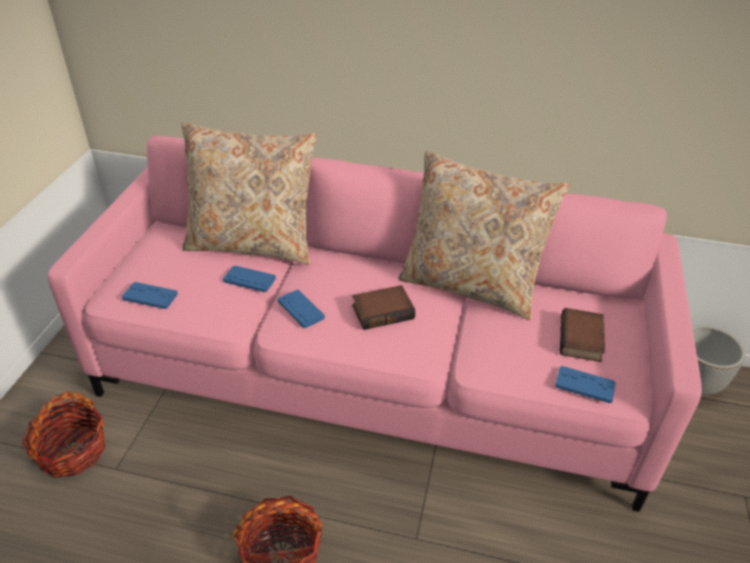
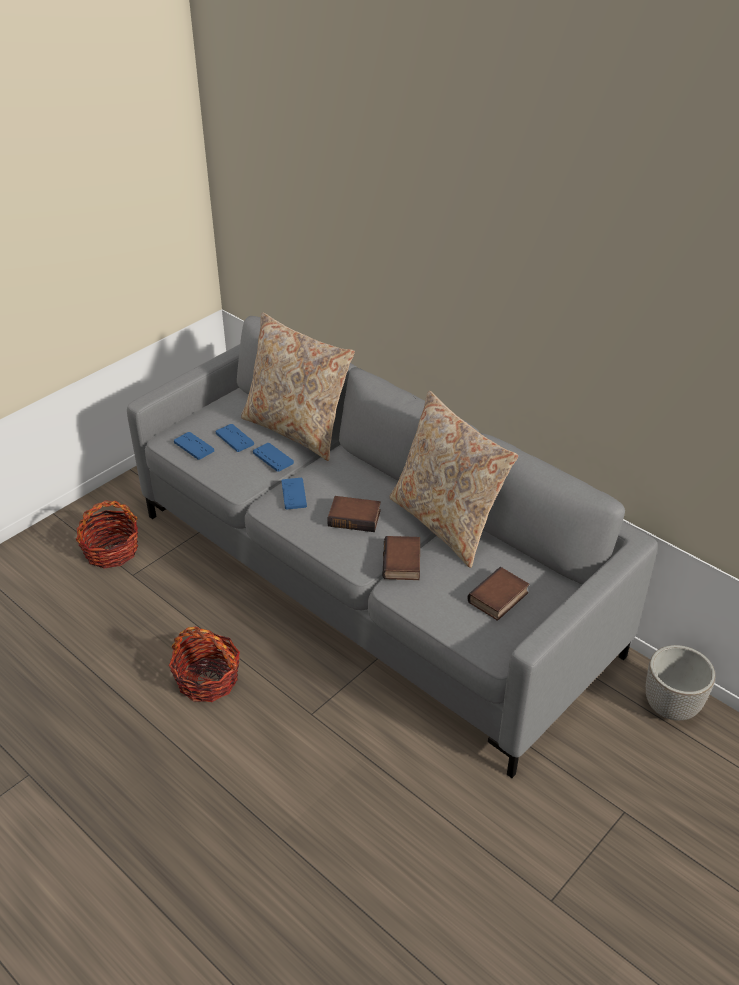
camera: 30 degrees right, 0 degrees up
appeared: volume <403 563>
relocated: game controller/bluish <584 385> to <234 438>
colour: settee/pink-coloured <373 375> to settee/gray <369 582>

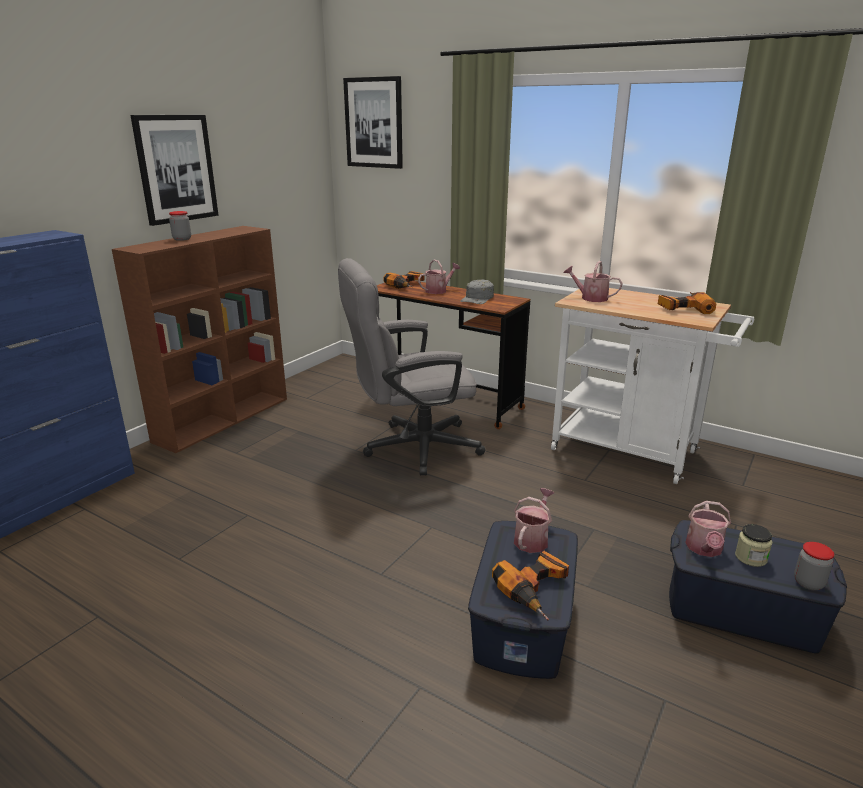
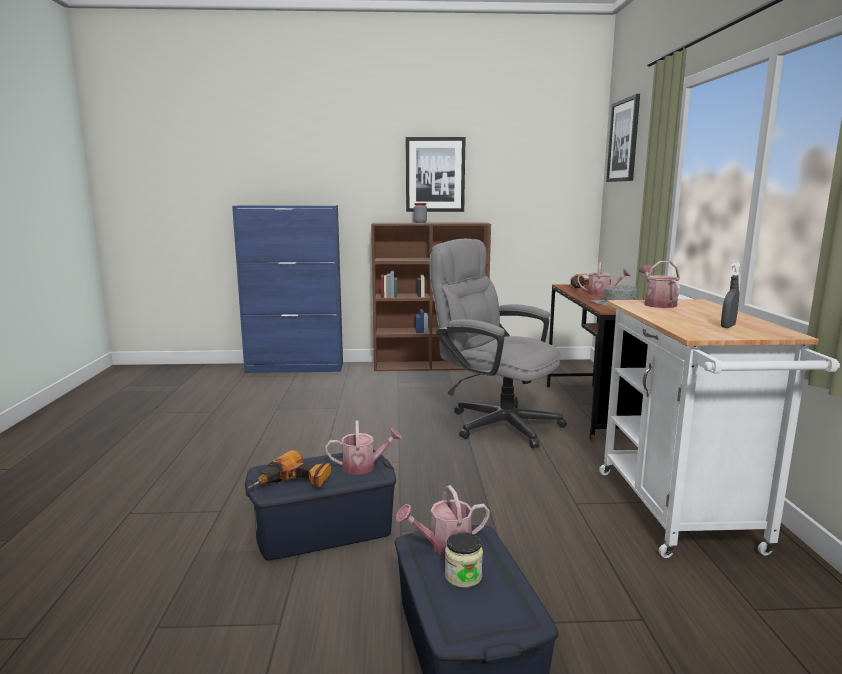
camera: 55 degrees right, 10 degrees down
missing: jar <808 583>
exchanged: power drill <683 308> to hand sprayer/gray <727 326>

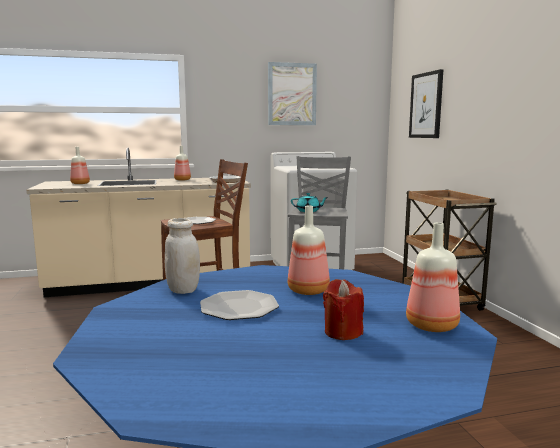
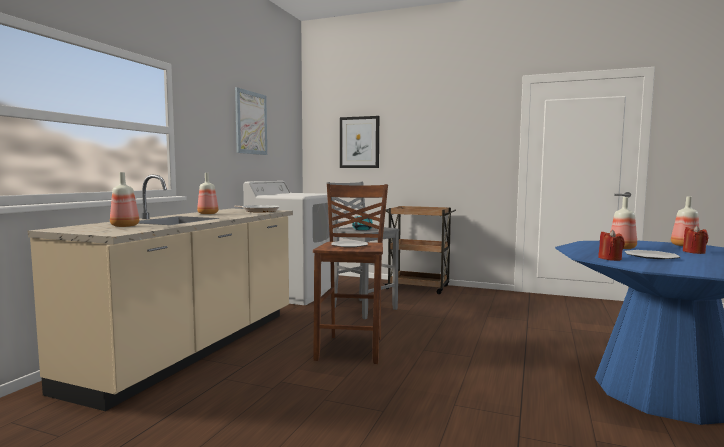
camera: 55 degrees left, 5 degrees down
exchanged: jar/white <183 290> to wax light/reddish <610 258>

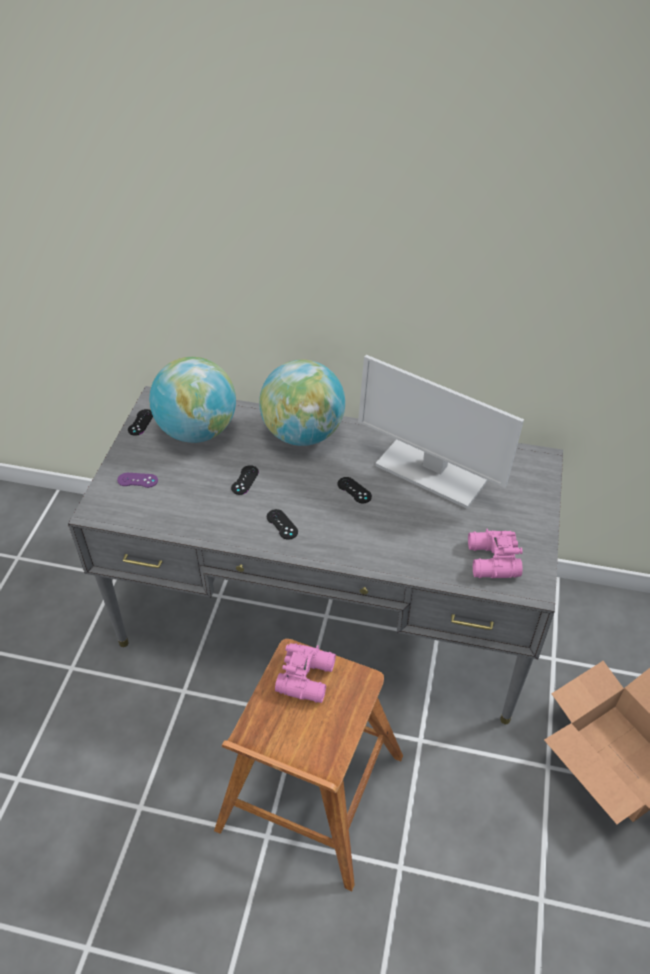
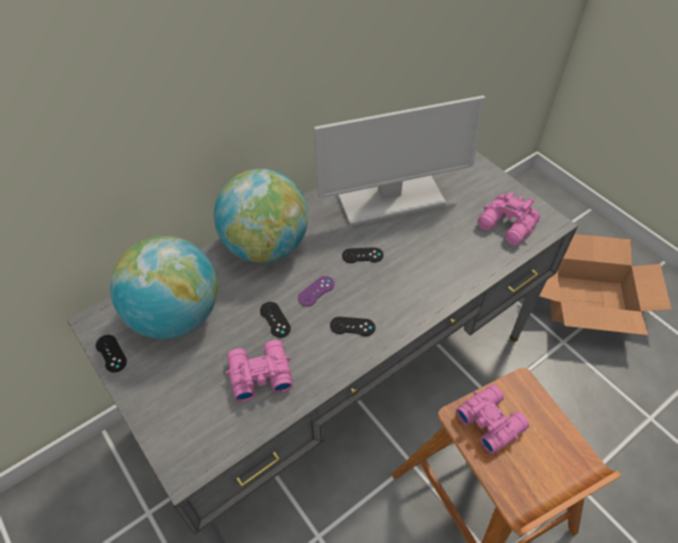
camera: 50 degrees left, 5 degrees up
appeared: field glasses/pink-coloured <258 374>
relocated: game controller/purple <137 480> to <316 291>

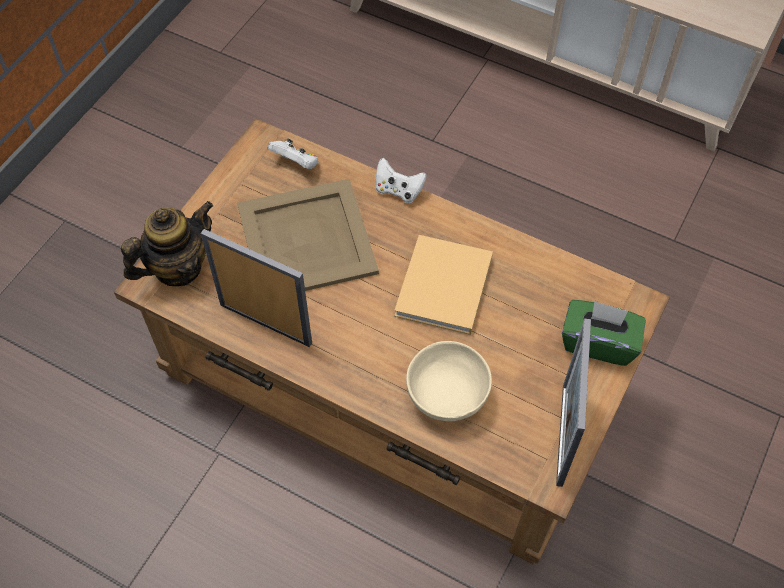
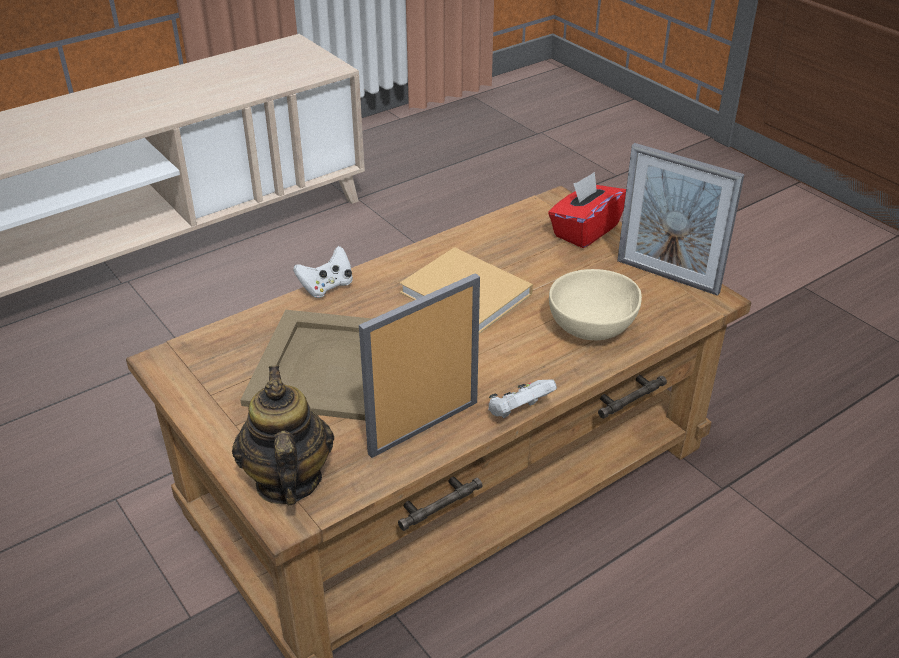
camera: 65 degrees left, 20 degrees down
relocated: game controller/white <296 163> to <518 412>
colour: tissue holder/greenish <598 342> to tissue holder/reddish <585 230>

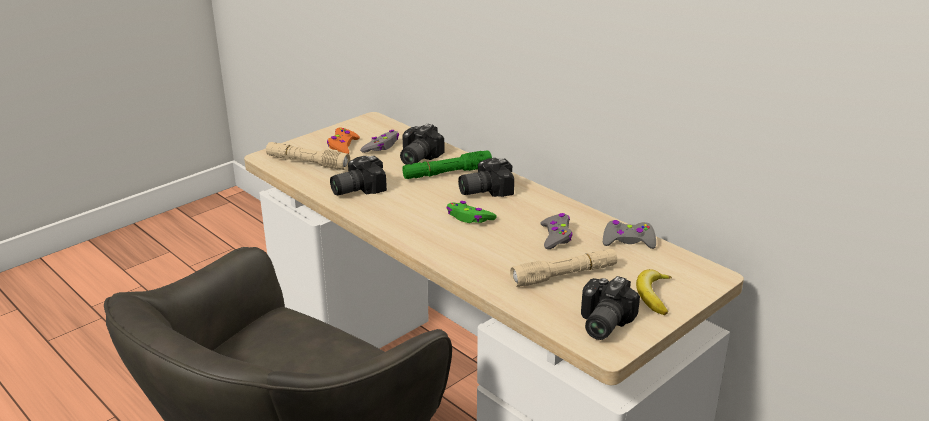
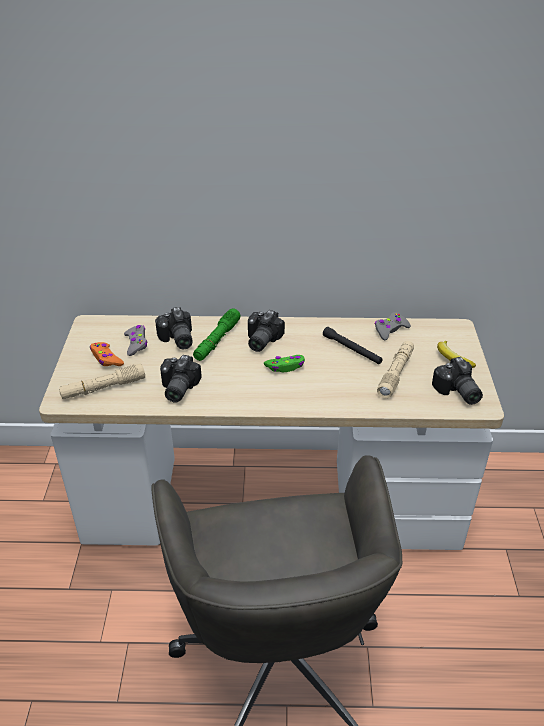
camera: 45 degrees left, 10 degrees up
exchanged: game controller/gray <556 236> to hand torch/blackish <352 350>

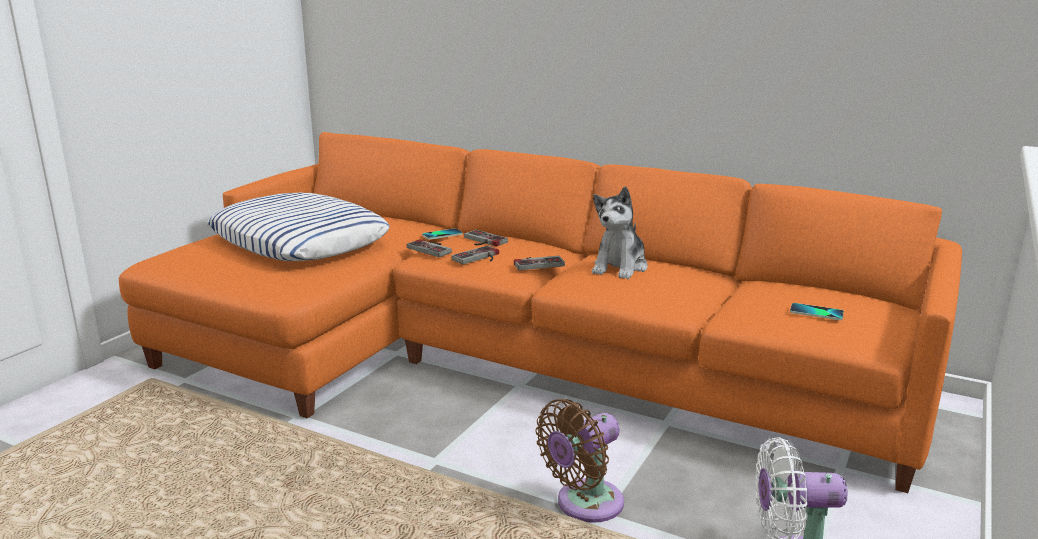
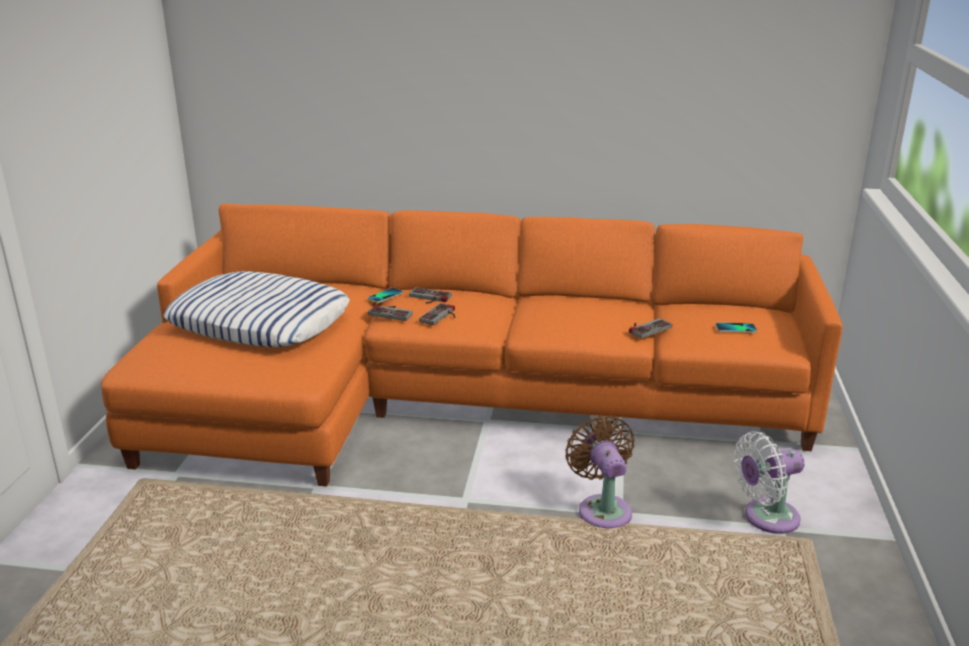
camera: 20 degrees left, 5 degrees up
missing: plush toy <620 267>
relocated: game controller <537 263> to <646 328>
spun: fan/brown-coloured <584 504> = <602 509> 135 degrees clockwise

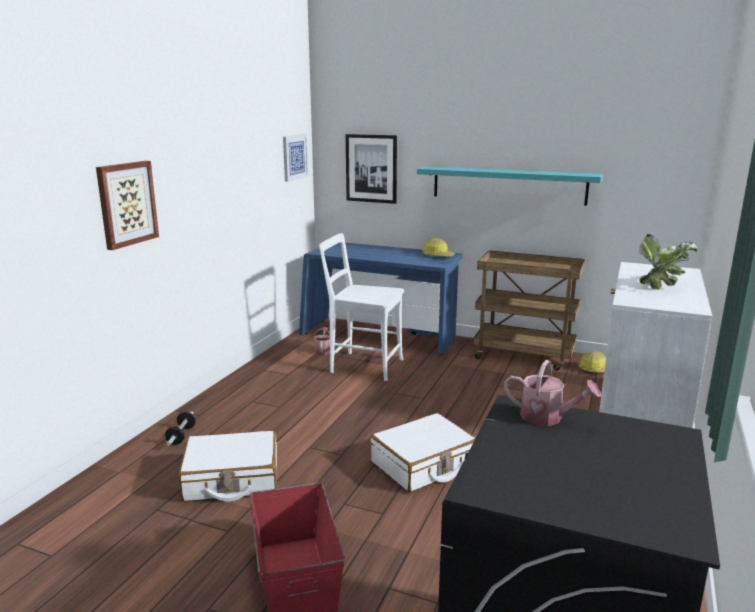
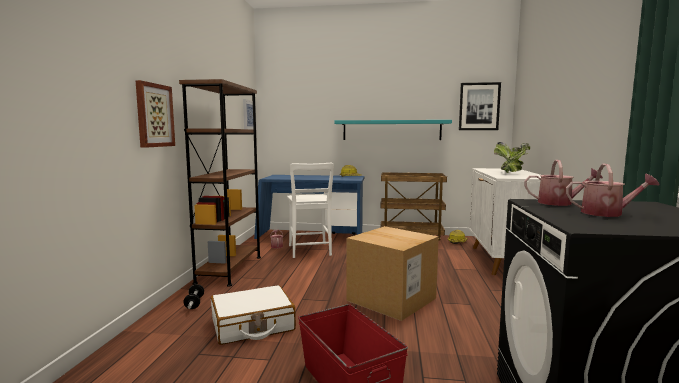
camera: 15 degrees left, 10 degrees down
appeared: shelving unit/brown-coloured <230 269>; watering pot <607 213>
relocated: wall art <371 168> to <479 106>
exchanged: suitcase/white <424 464> to cardboard box <391 299>
spun: plain chair/white <362 365> = <310 251> 105 degrees counterclockwise

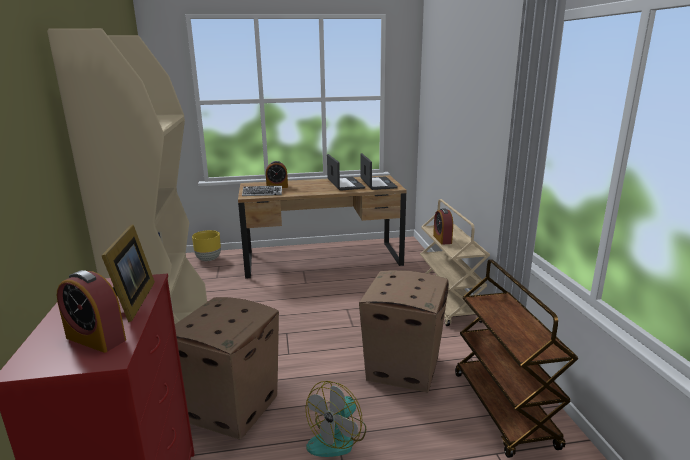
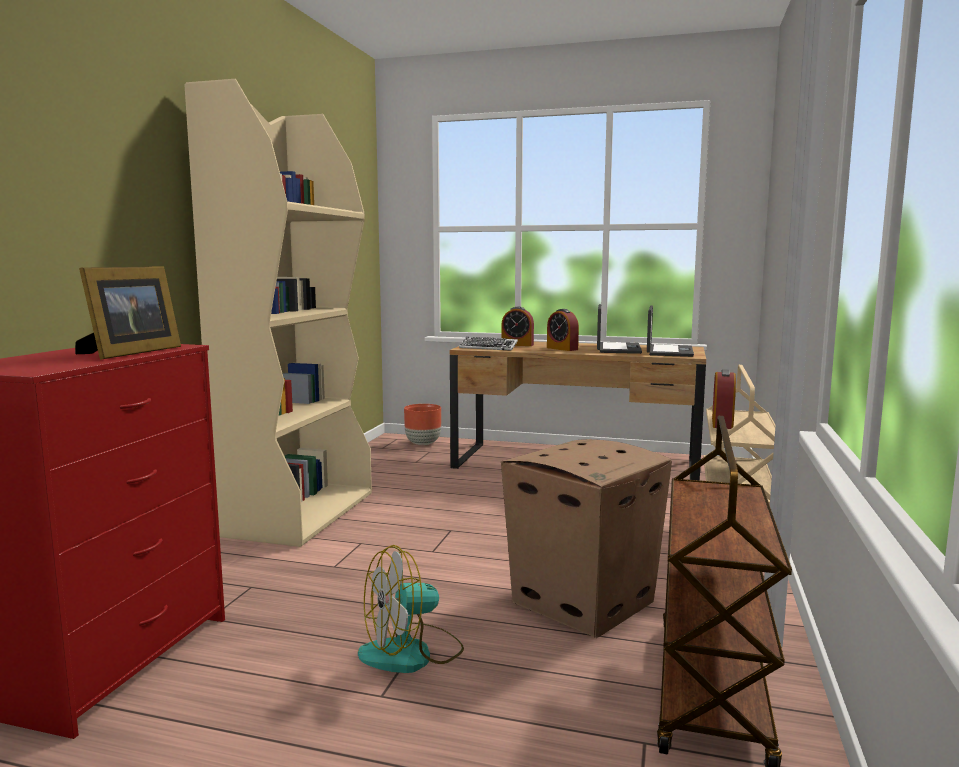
camera: 25 degrees right, 10 degrees down
missing: cardboard box <232 407>
relocated: alarm clock <96 339> to <562 349>
colour: plant pot/yellowish <208 259> to plant pot/brown-coloured <423 443>

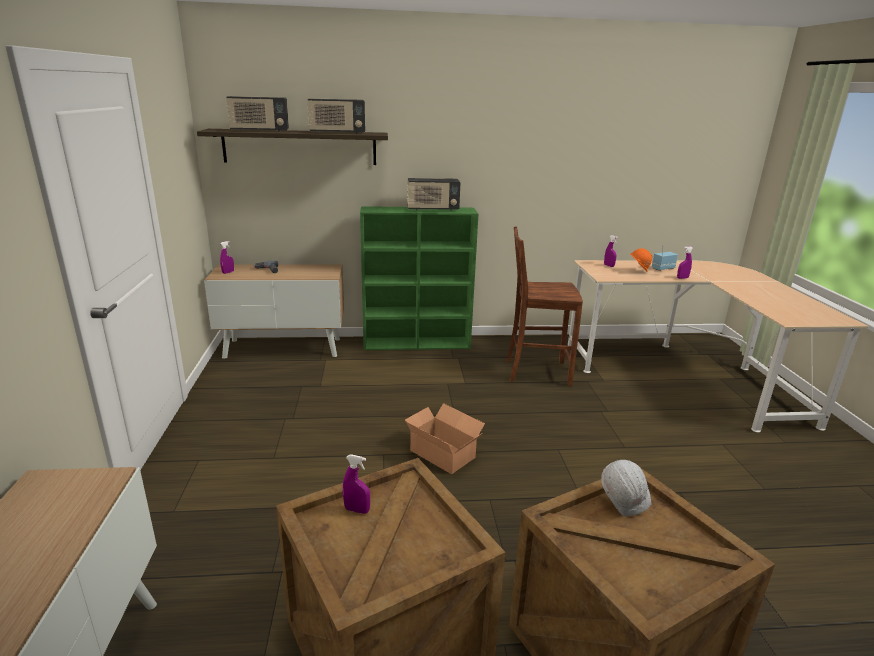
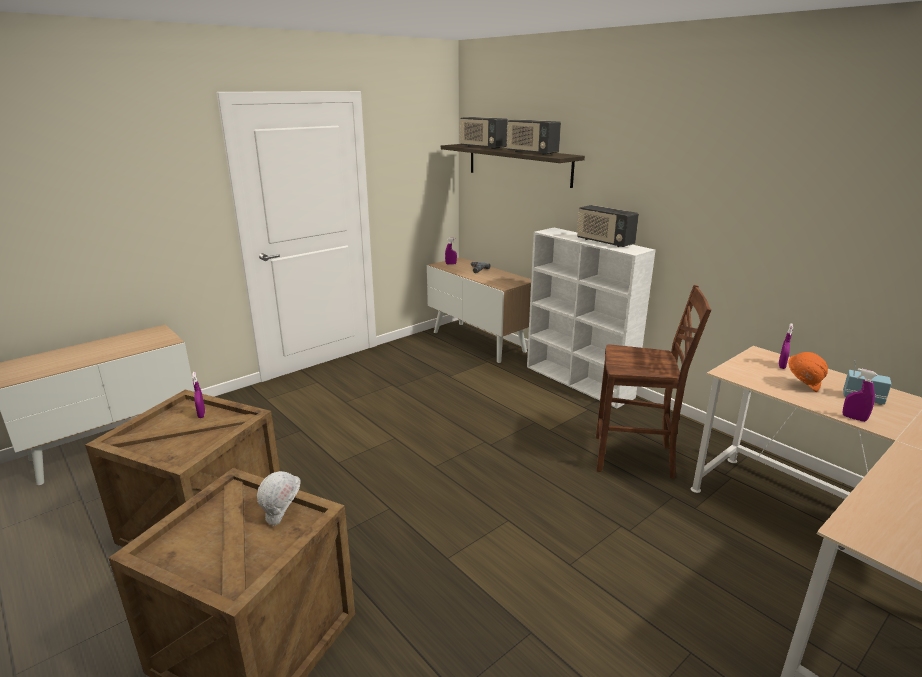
camera: 55 degrees right, 0 degrees up
missing: cardboard box <443 452>
colour: shelving unit/greenish <417 343> to shelving unit/white <579 382>
spun: plain chair/brown-coloured <535 372> = <635 458> 135 degrees clockwise

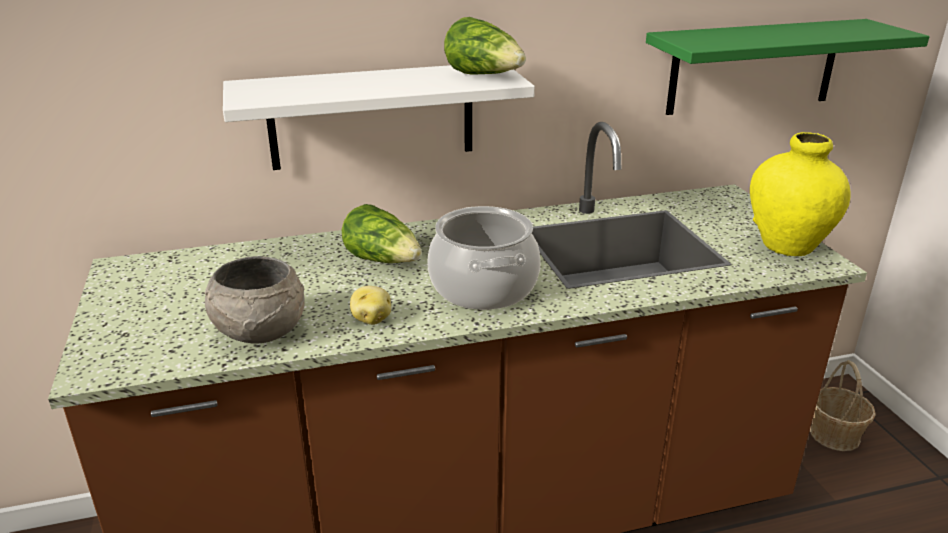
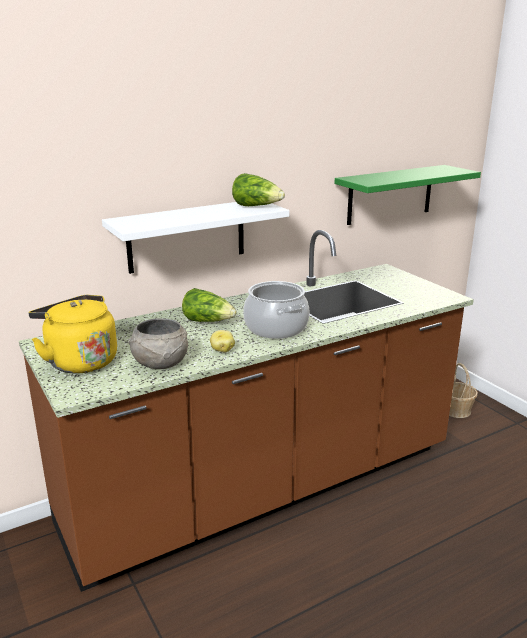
camera: 15 degrees left, 5 degrees down
missing: flower vase/yellowish <787 246>
appeared: kettle/yellowish <79 361>

